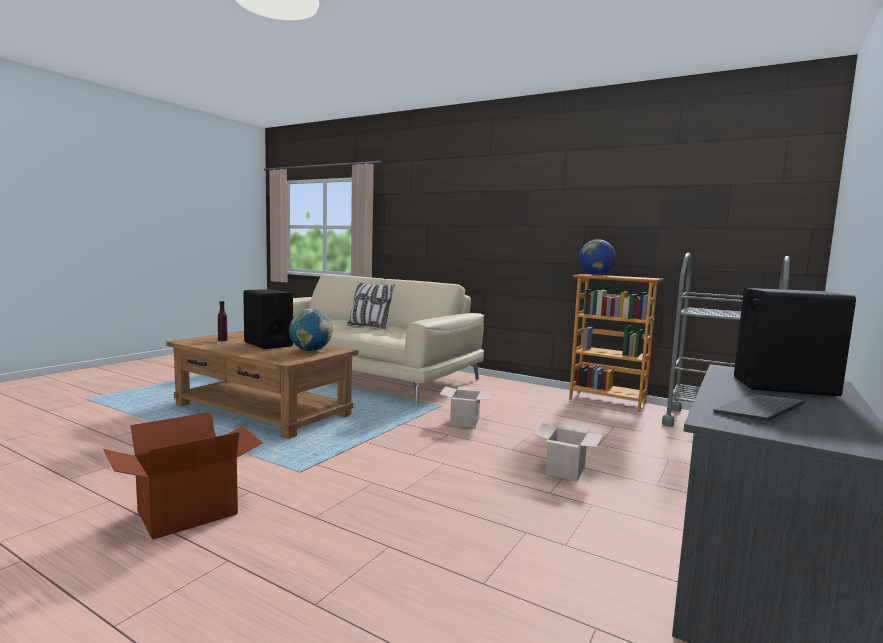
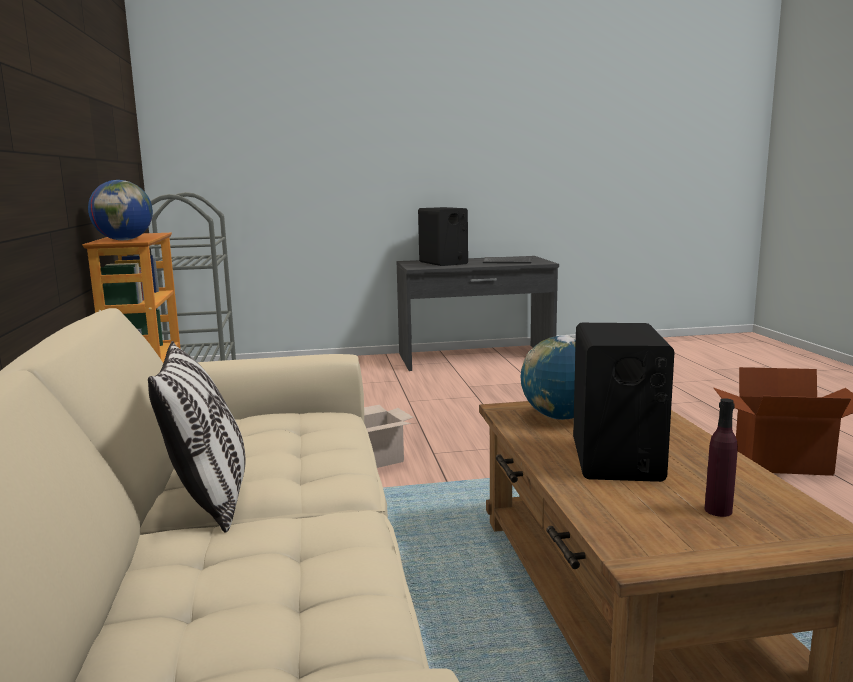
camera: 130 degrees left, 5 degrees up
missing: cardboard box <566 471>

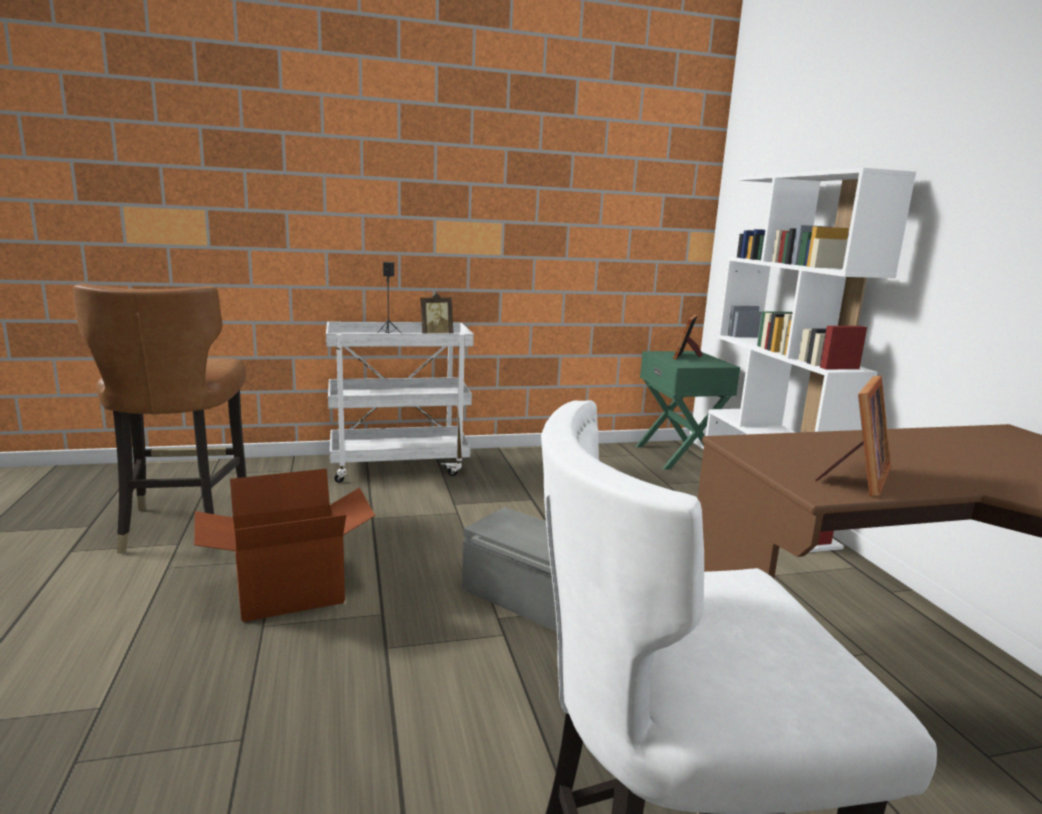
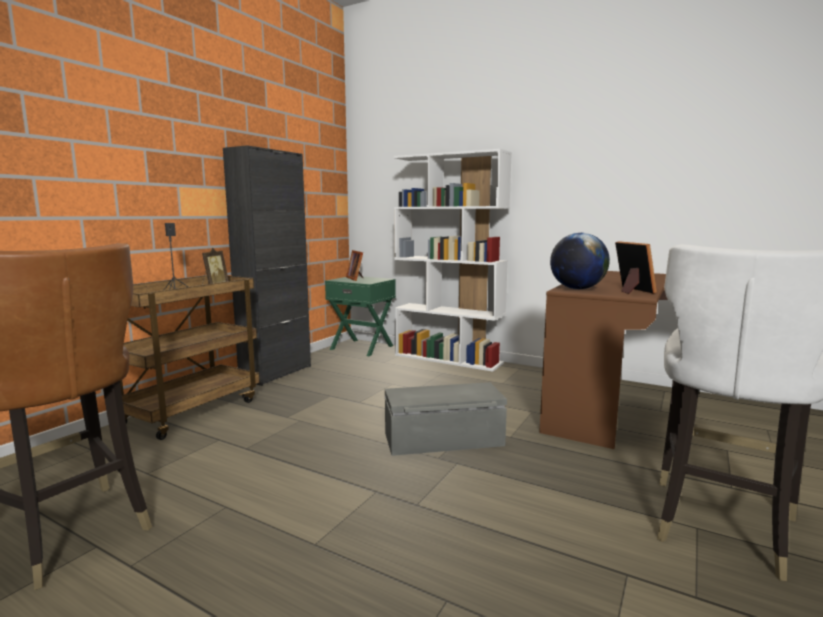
camera: 45 degrees left, 5 degrees down
missing: cardboard box <290 593>
appeared: cupboard/blackish <276 373>; globe <577 289>
colour: cart/white <399 466> to cart/brown-coloured <192 411>

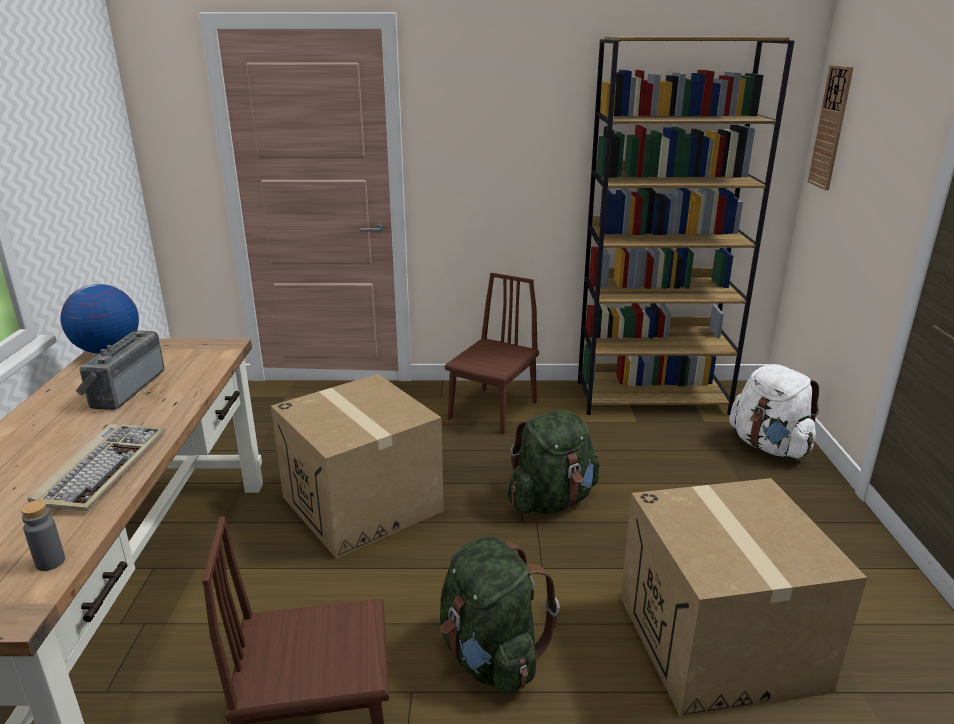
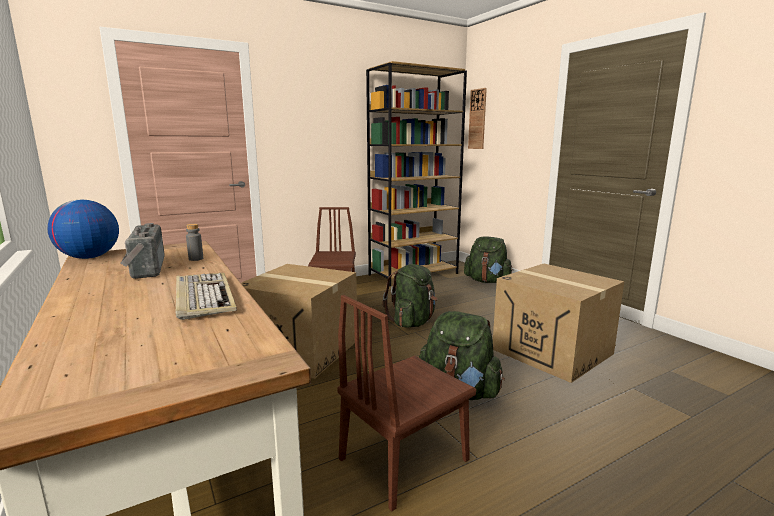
camera: 30 degrees left, 10 degrees down
relocated: bottle/gray <50 562> to <196 259>
colour: backpack/white <769 446> to backpack/greenish <487 281>

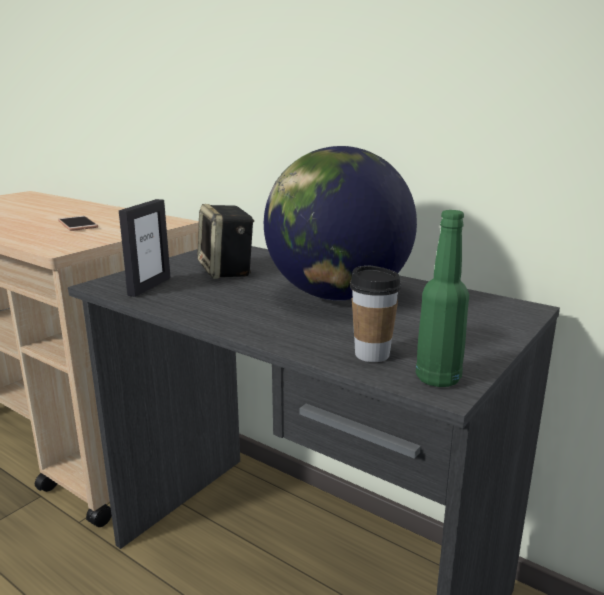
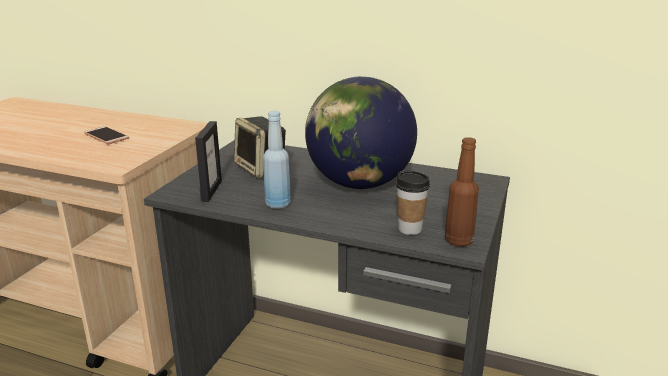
camera: 15 degrees left, 5 degrees up
appeared: bottle/bluish <278 204>
colour: bottle/greenish <437 378> to bottle/brown-coloured <458 241>

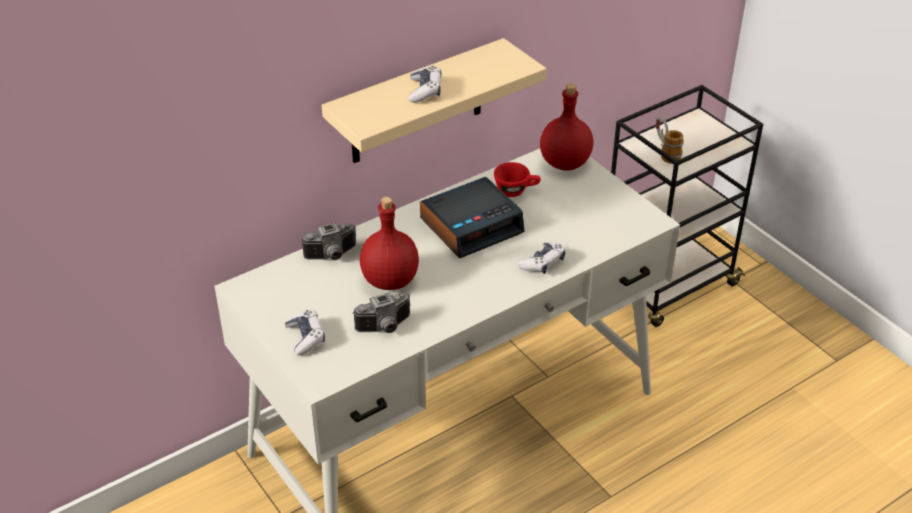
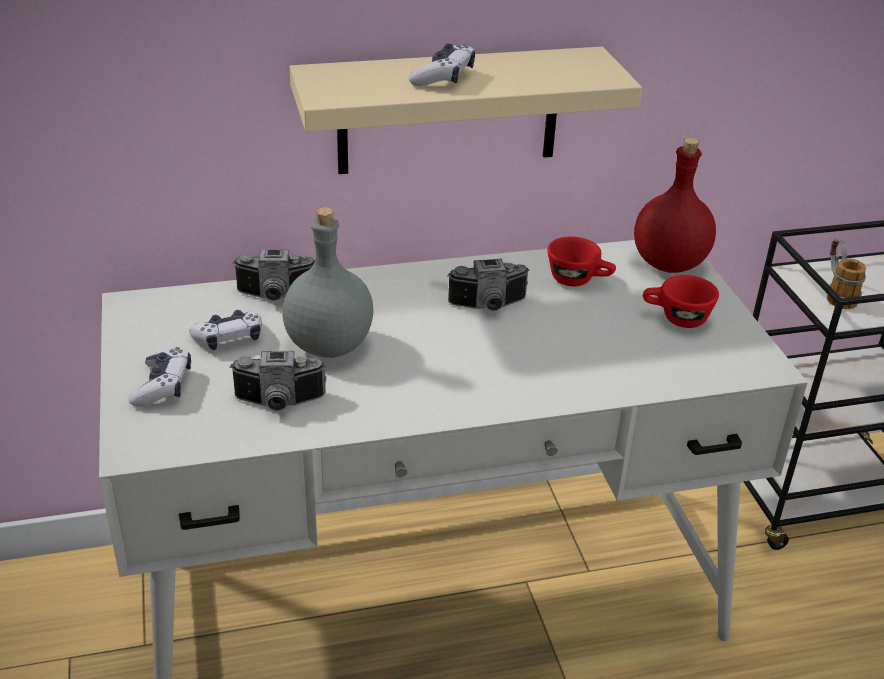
camera: 20 degrees right, 5 degrees down
appeared: small cup/reddish <676 318>
relocated: game controller <542 263> to <229 338>
exchanged: alarm clock <472 225> to photo camera <489 306>
colour: bottle/reddish <390 280> to bottle/gray <330 345>

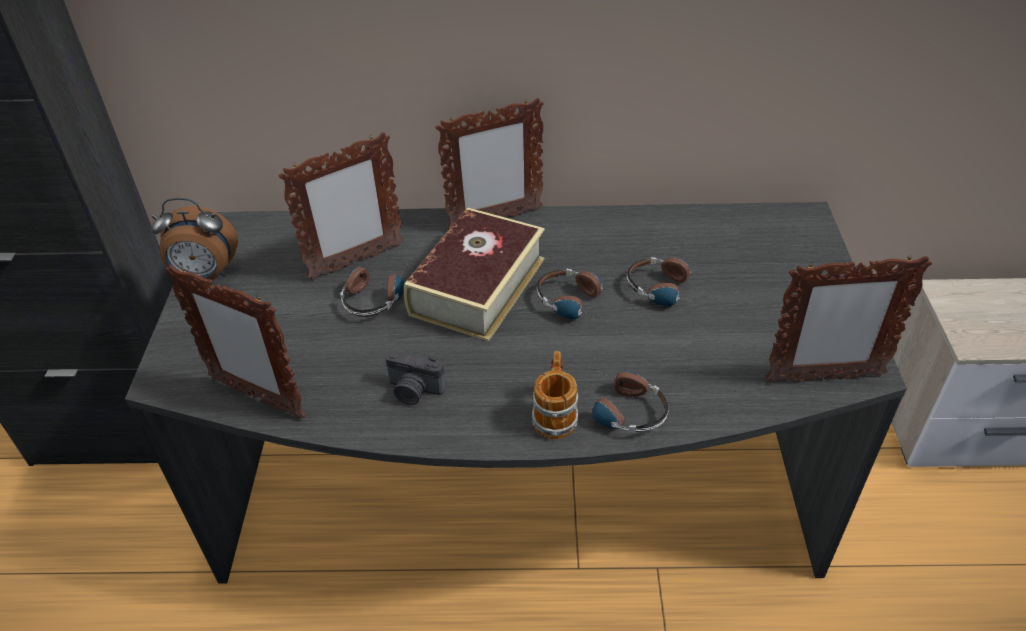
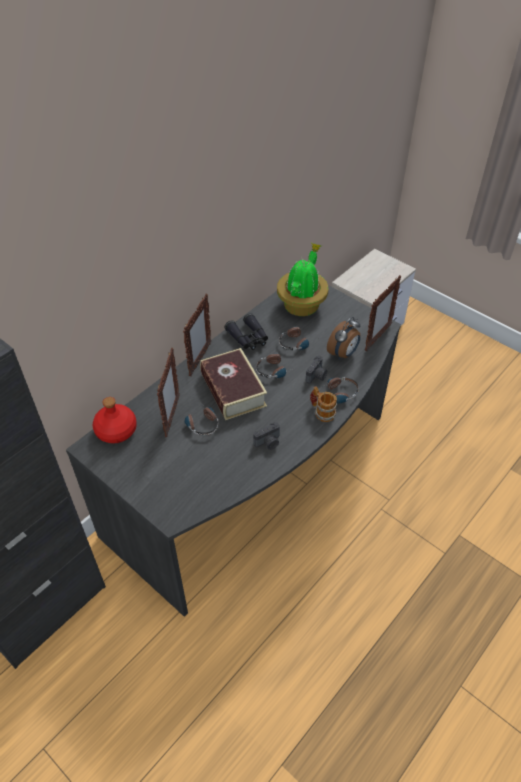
camera: 50 degrees left, 5 degrees up
missing: picture frame <257 397>
appeared: bottle/reddish <116 431>; field glasses/blackish <248 338>; houseplant <302 304>; photo camera <317 376>
relocated: alarm clock <206 275> to <343 354>

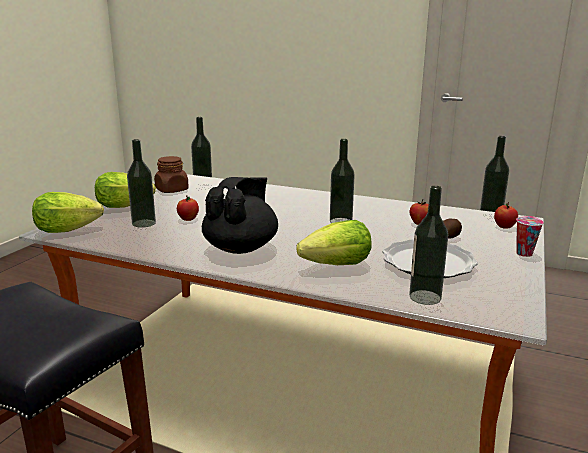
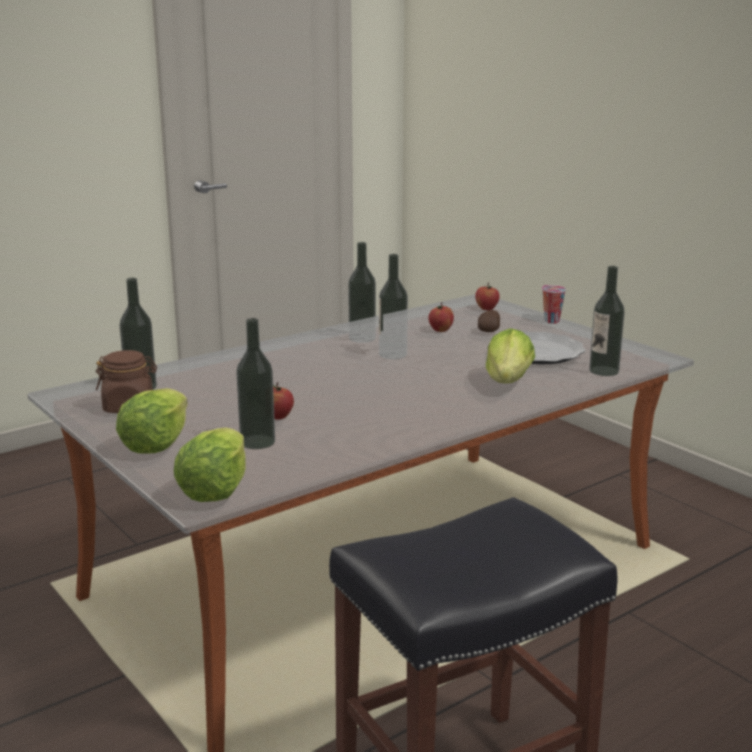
camera: 60 degrees left, 0 degrees up
missing: tea pot/blackish <241 248>
relocated: bottle <490 216> to <362 338>

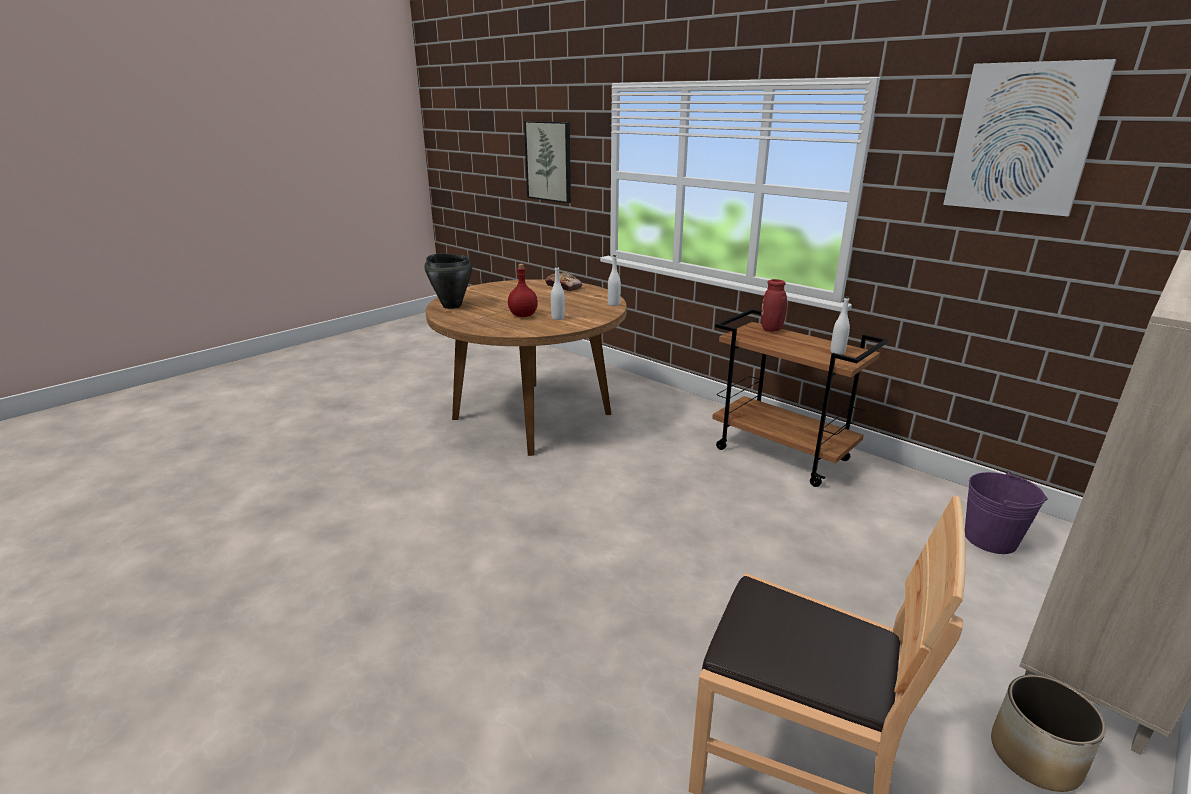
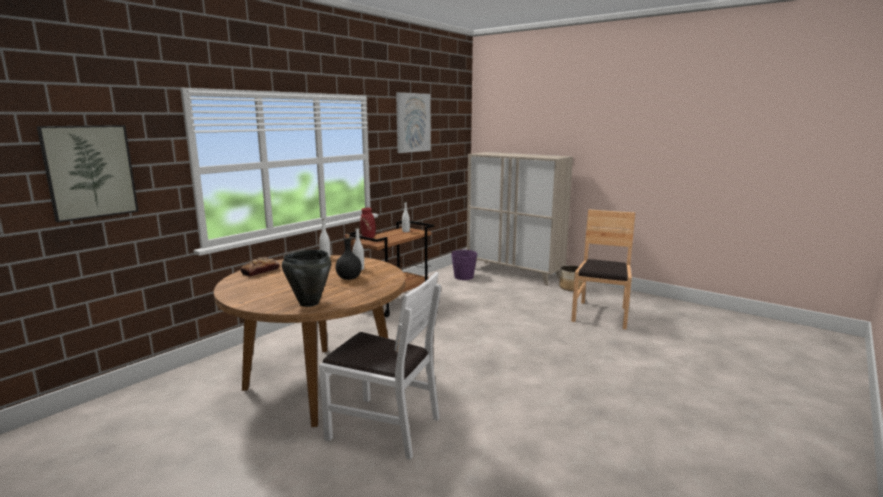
camera: 95 degrees left, 10 degrees down
appeared: plain chair/white <384 427>
colour: bottle/reddish <523 315> to bottle/blackish <349 278>

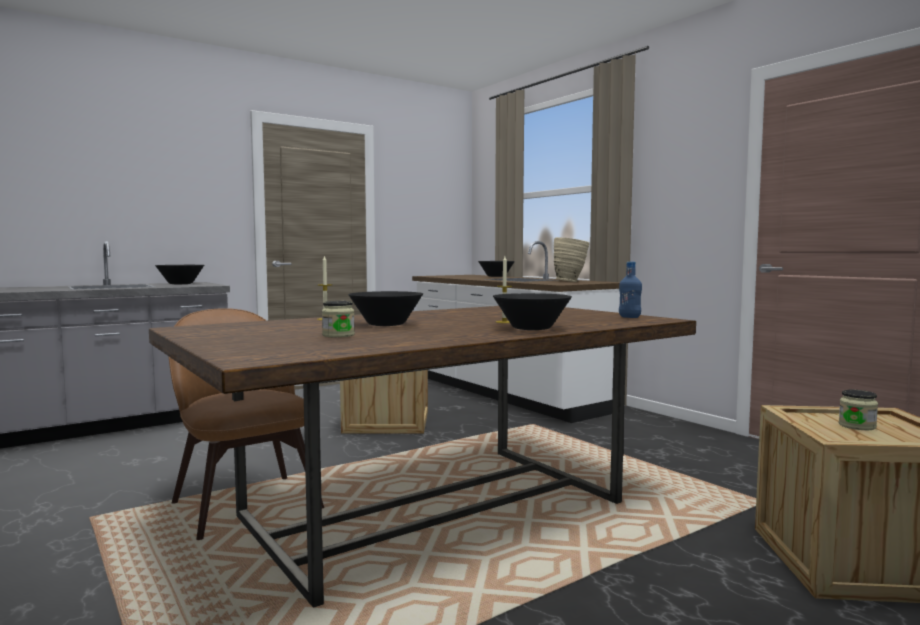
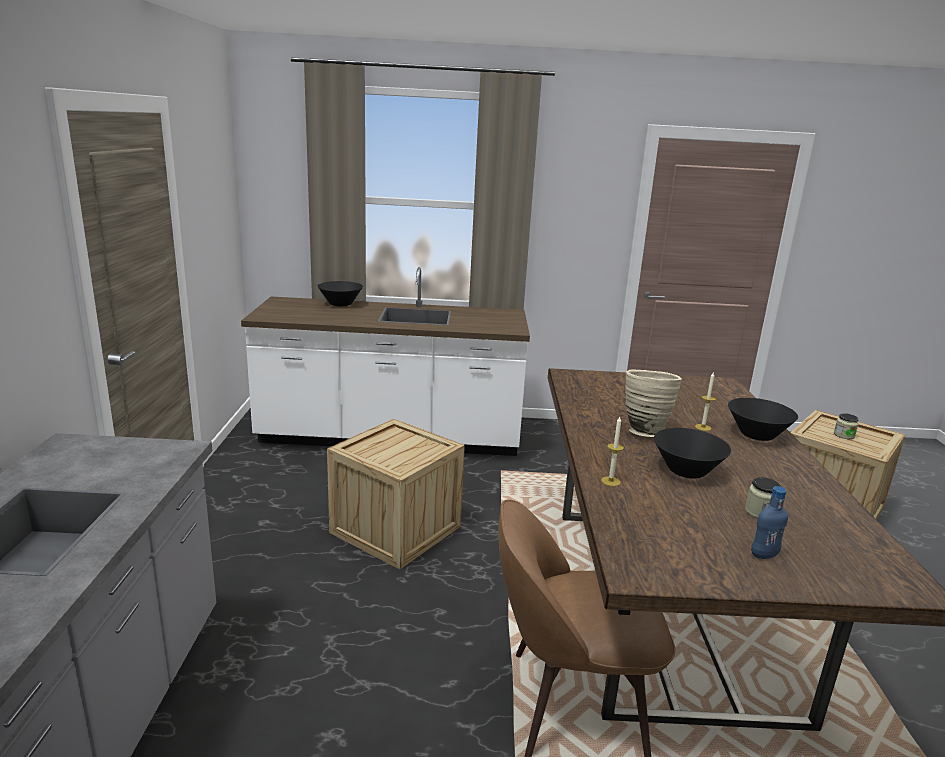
camera: 55 degrees left, 15 degrees up
missing: serving bowl/blackish <181 284>
relocated: flower vase/sand-coloured <570 281> to <644 431>; bottle/bluish <629 317> to <764 555>

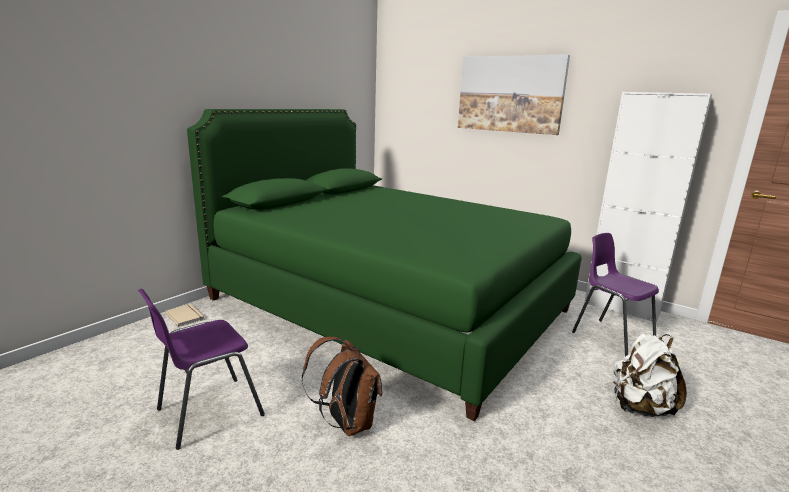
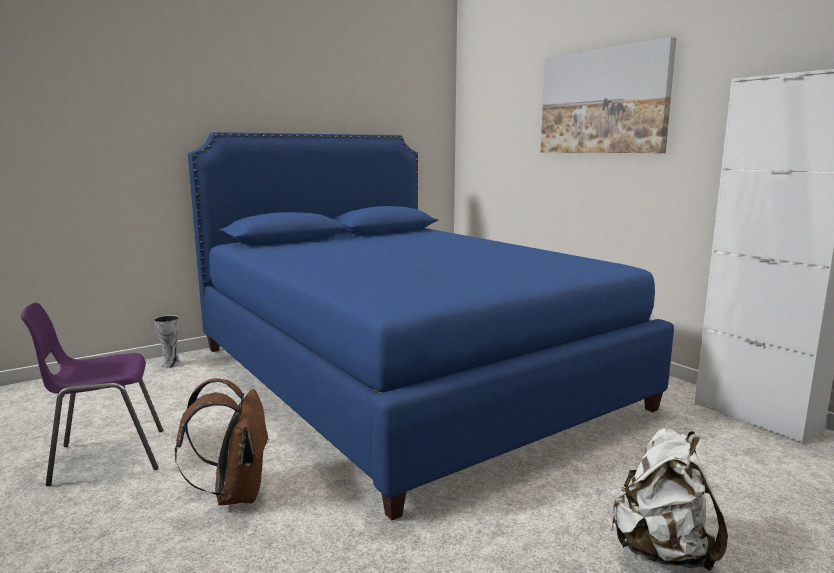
camera: 20 degrees right, 5 degrees down
missing: plain chair/purple <611 337>
exchanged: volume/sand-coloured <186 316> to flower vase <171 364>
colour: bed/greenish <388 305> to bed/bluish <404 376>

